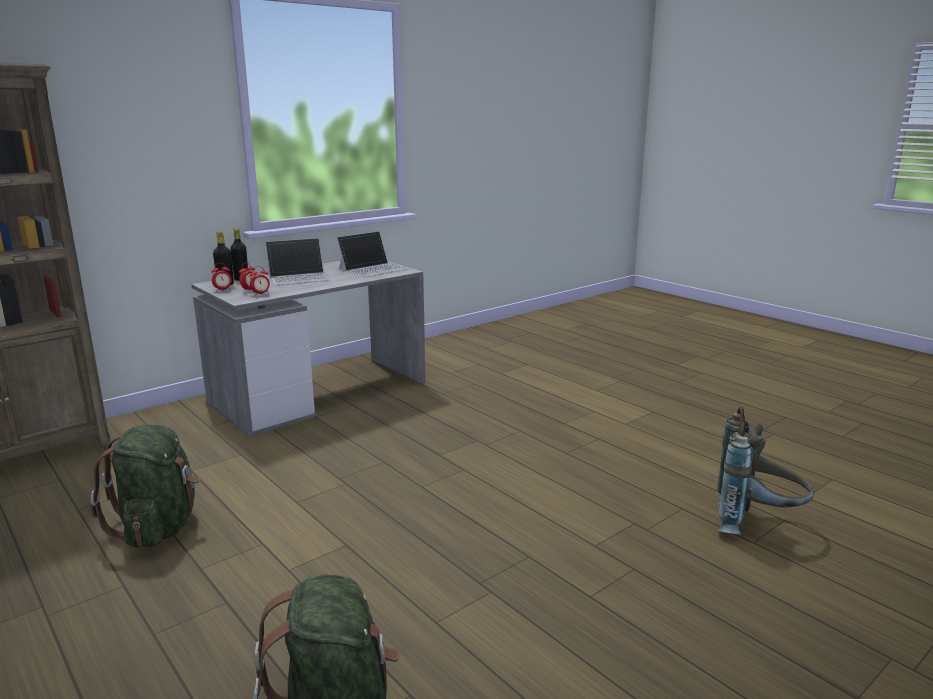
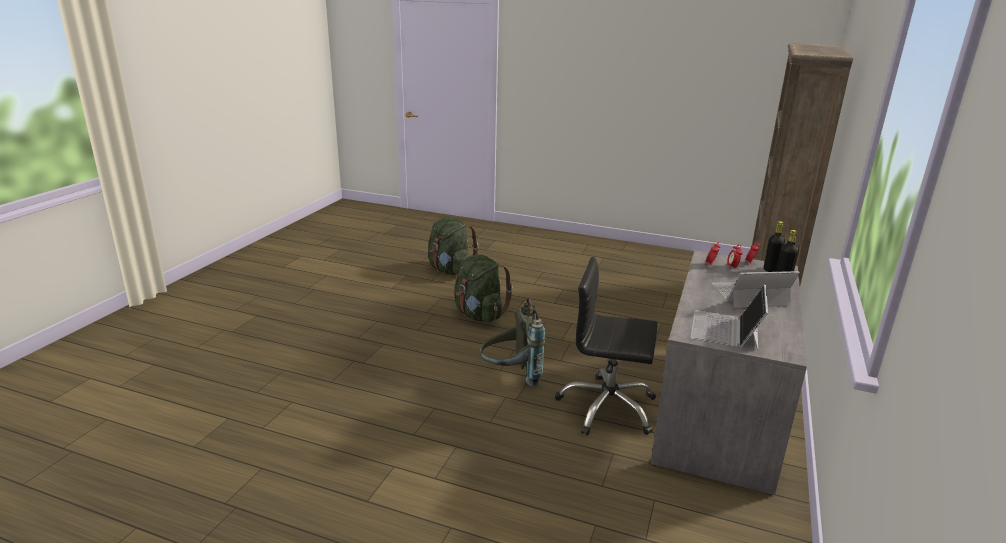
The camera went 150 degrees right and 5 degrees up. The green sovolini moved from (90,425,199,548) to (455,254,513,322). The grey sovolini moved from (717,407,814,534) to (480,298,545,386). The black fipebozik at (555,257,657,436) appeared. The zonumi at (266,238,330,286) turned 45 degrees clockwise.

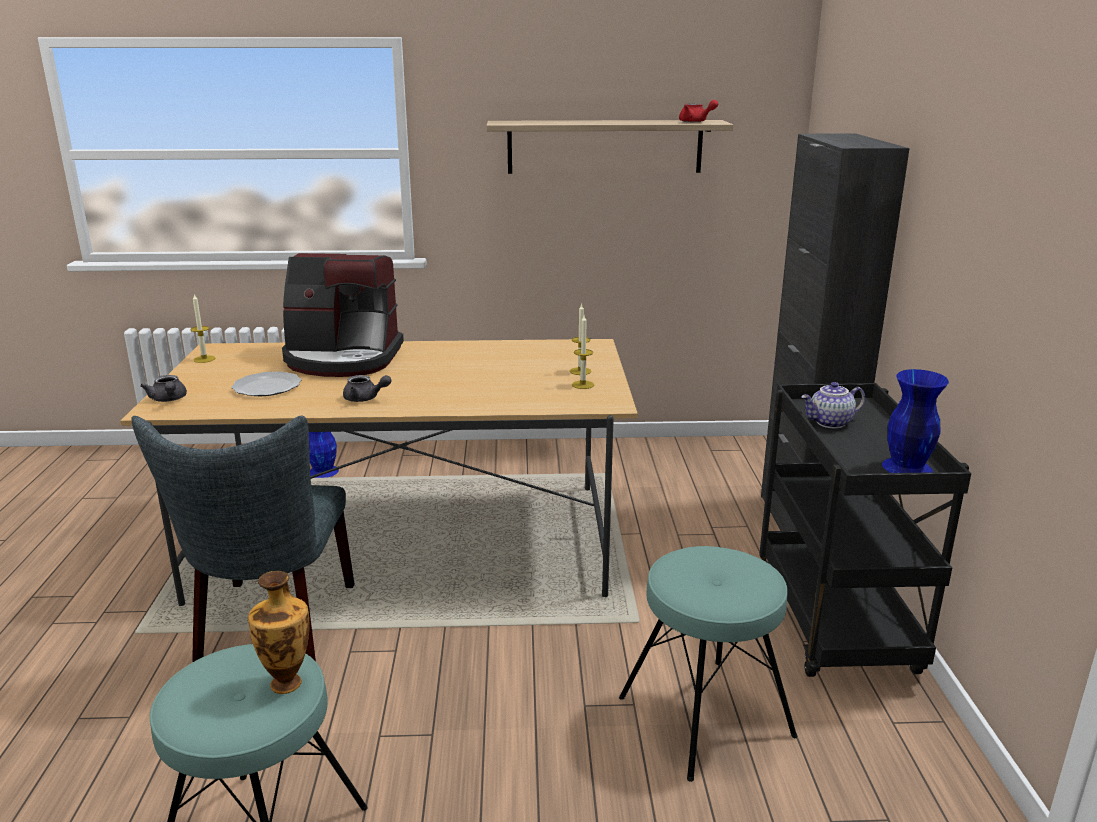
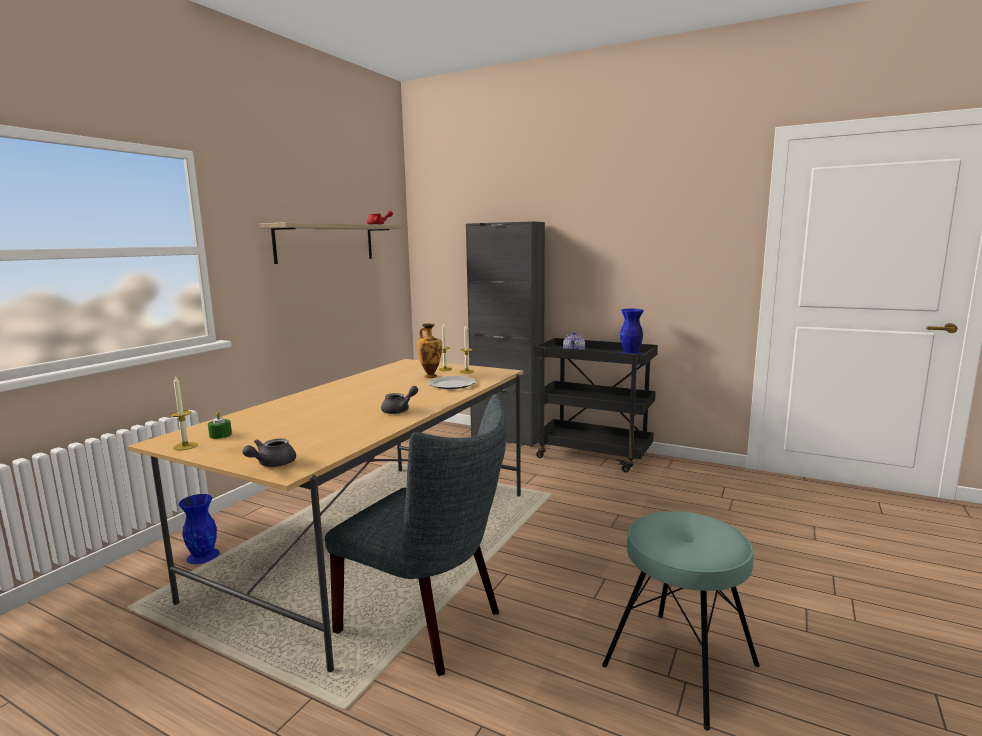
The camera went 60 degrees left and 10 degrees down. The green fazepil at (208,412,232,439) appeared. The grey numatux at (140,375,187,402) turned 120 degrees clockwise. The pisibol moved from (248,571,310,694) to (417,323,442,378). The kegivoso moved from (231,371,301,396) to (429,376,476,389). The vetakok at (282,253,404,377) disappeared. The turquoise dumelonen at (619,546,797,782) disappeared.

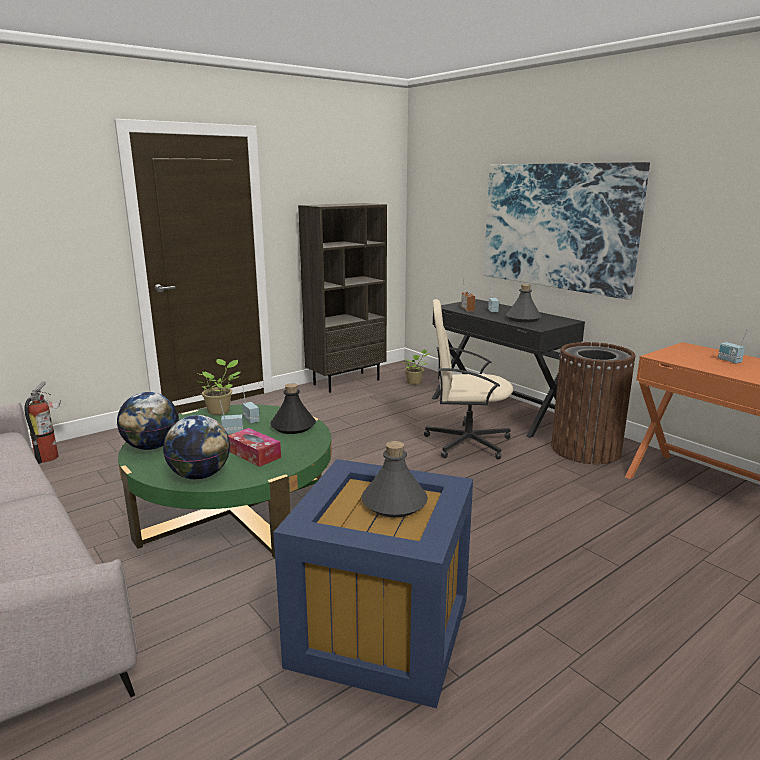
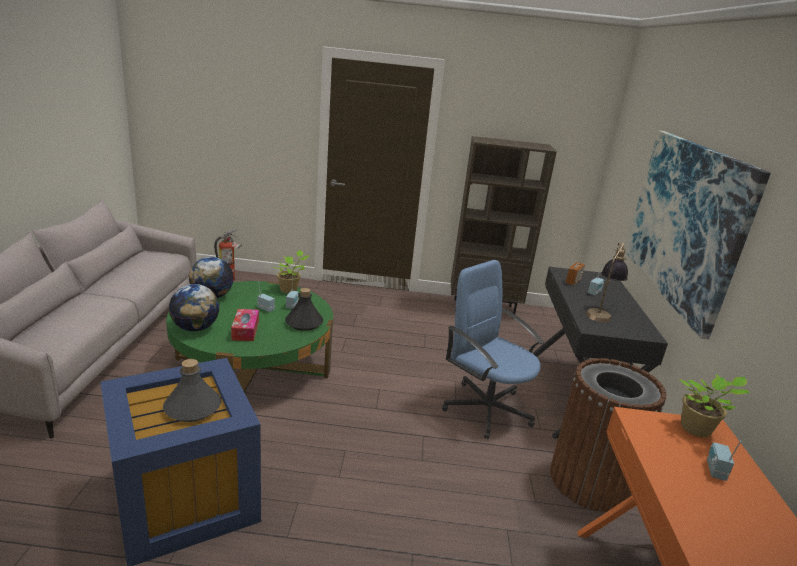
The camera went 40 degrees right and 5 degrees up. The beige fipebozik at (424,299,513,459) became the blue fipebozik at (442,260,544,439). The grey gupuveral at (506,284,542,322) was replaced by the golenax at (586,243,628,322). The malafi moved from (402,349,430,385) to (679,374,750,437).

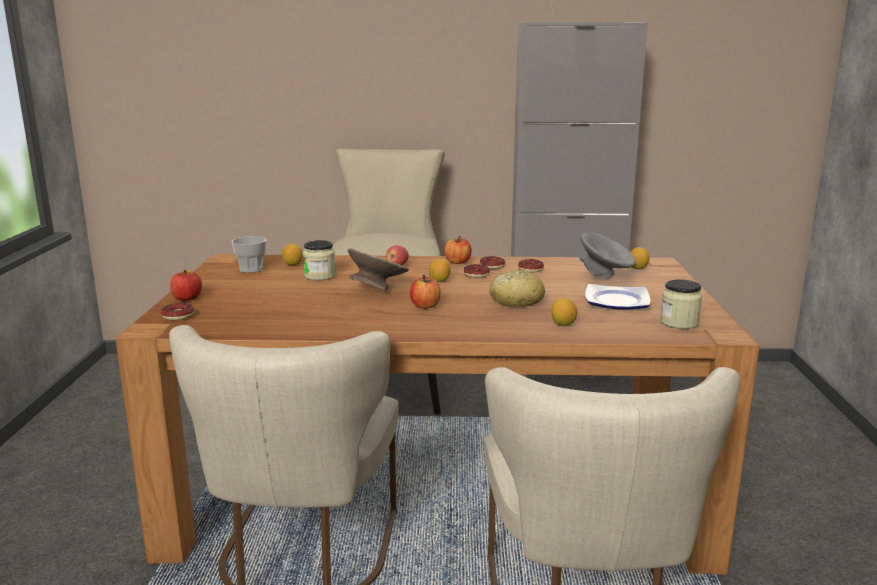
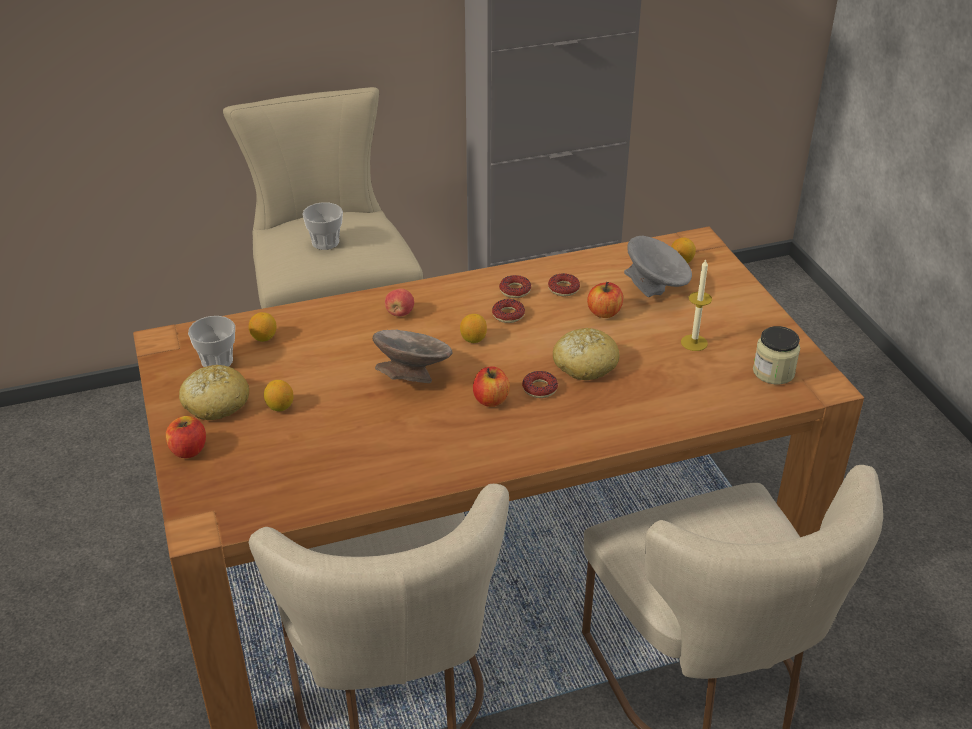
The camera went 20 degrees left and 20 degrees up. The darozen at (179,365,249,420) appeared. The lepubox moved from (551,298,577,326) to (264,380,293,411). The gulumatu at (302,202,343,250) appeared. The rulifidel moved from (161,303,194,320) to (522,371,558,398). The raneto moved from (444,236,472,264) to (587,282,623,318). The kegivoso at (585,284,651,310) was replaced by the fazepil at (681,259,712,351). The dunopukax at (303,240,336,280) disappeared.

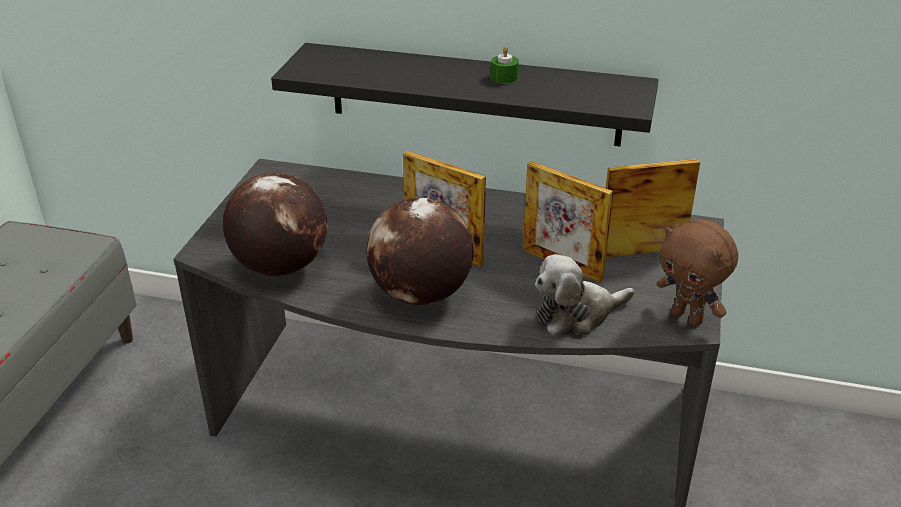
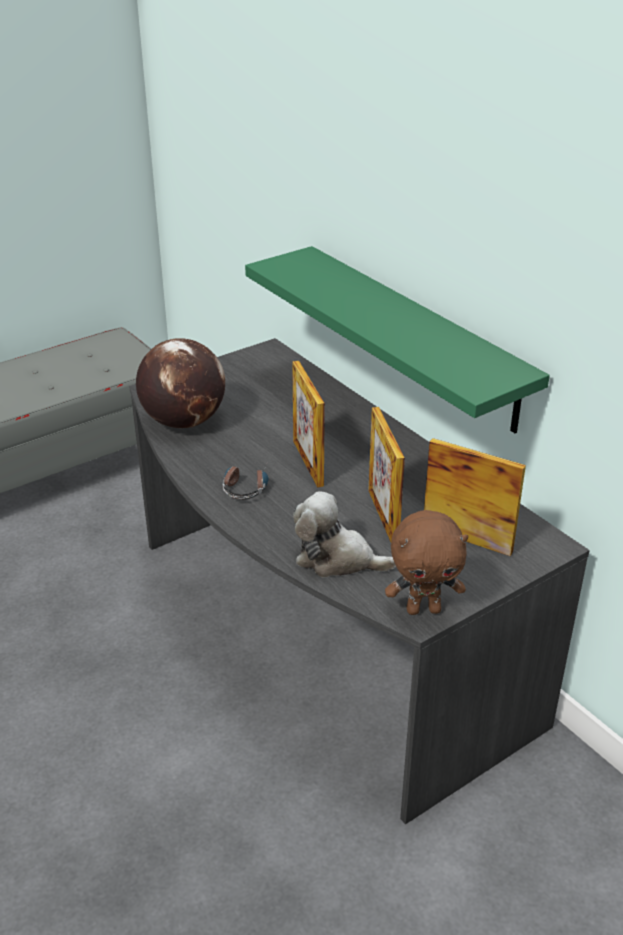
The camera went 40 degrees right and 0 degrees up. The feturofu at (367,197,473,305) was replaced by the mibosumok at (222,466,269,500). The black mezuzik at (271,43,659,146) became the green mezuzik at (245,246,550,433). The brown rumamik at (657,219,738,326) turned 90 degrees counterclockwise. The green fazepil at (491,46,519,83) disappeared.

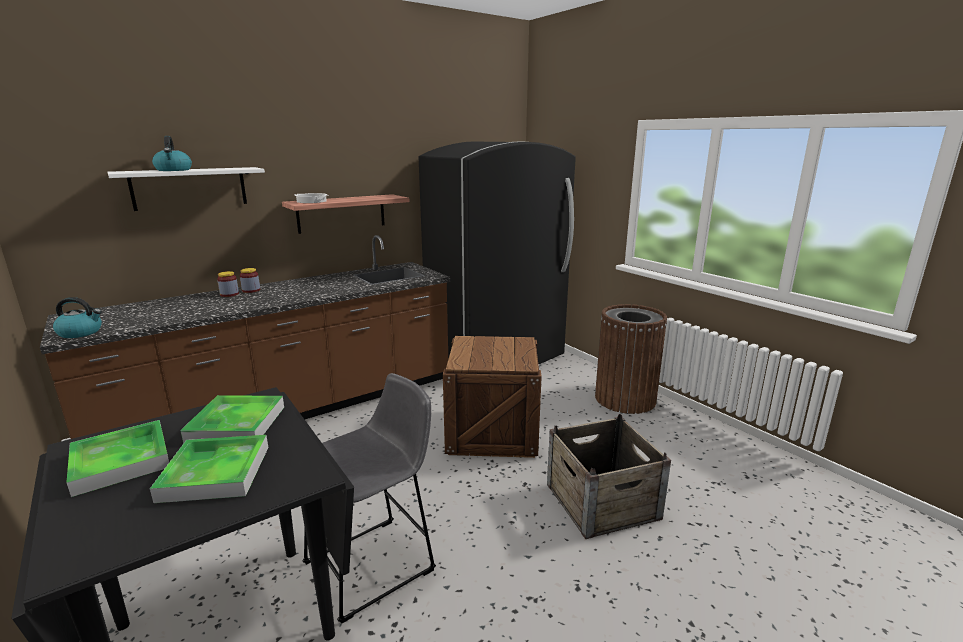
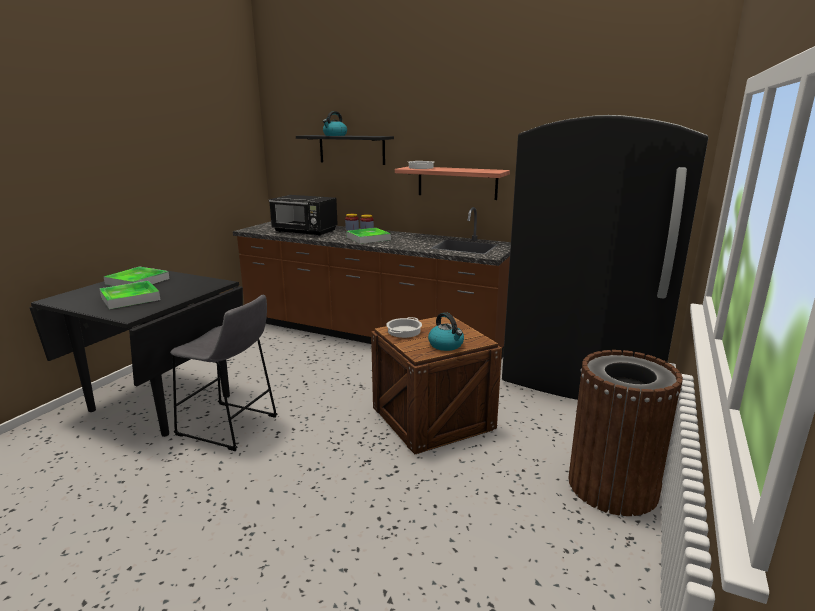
The camera went 60 degrees right and 0 degrees up. The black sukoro at (269,195,338,236) appeared. The white mezuzik at (108,167,265,211) became the black mezuzik at (296,135,394,165). The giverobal moved from (180,395,284,443) to (346,228,391,244). The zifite at (386,317,422,338) appeared. The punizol moved from (53,297,102,338) to (428,312,464,351). The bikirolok at (547,414,671,539) disappeared.

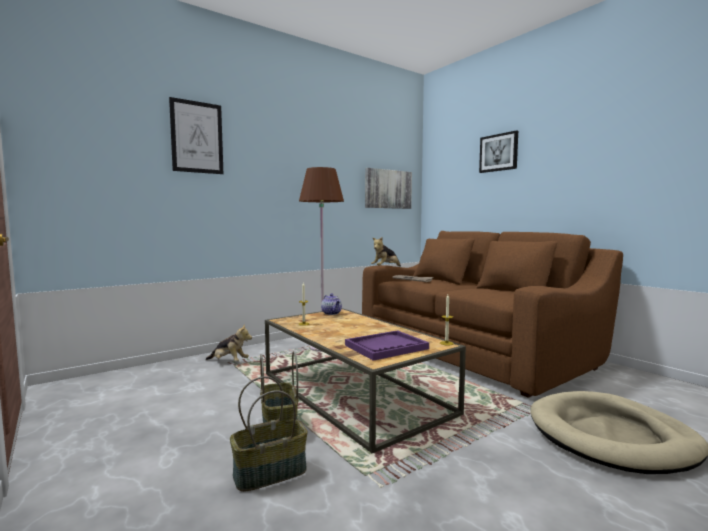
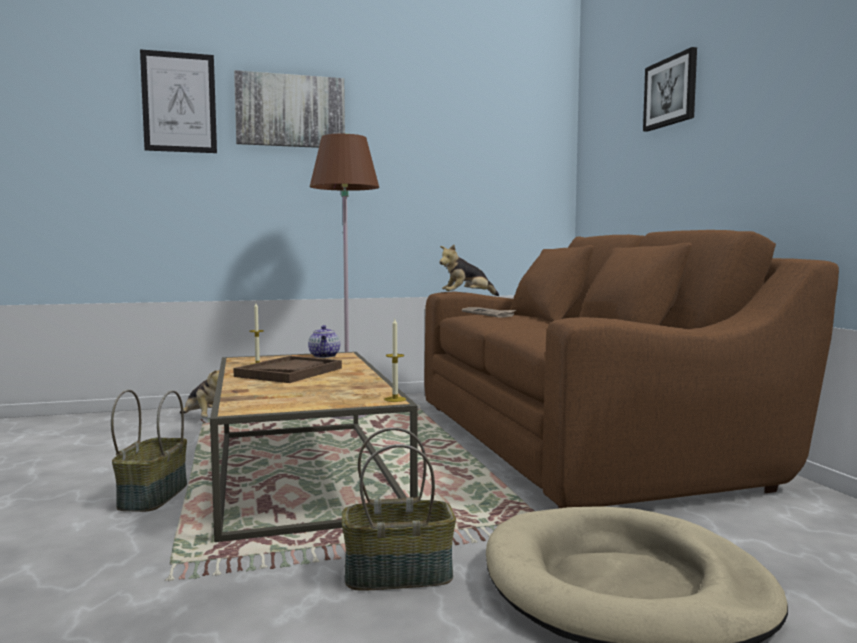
The camera went 20 degrees right and 0 degrees up. The brown giverobal at (233,356,342,383) appeared. The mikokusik moved from (365,168,412,209) to (234,70,345,148). The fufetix moved from (230,376,308,492) to (342,427,456,591). The purple giverobal at (345,330,429,361) disappeared.

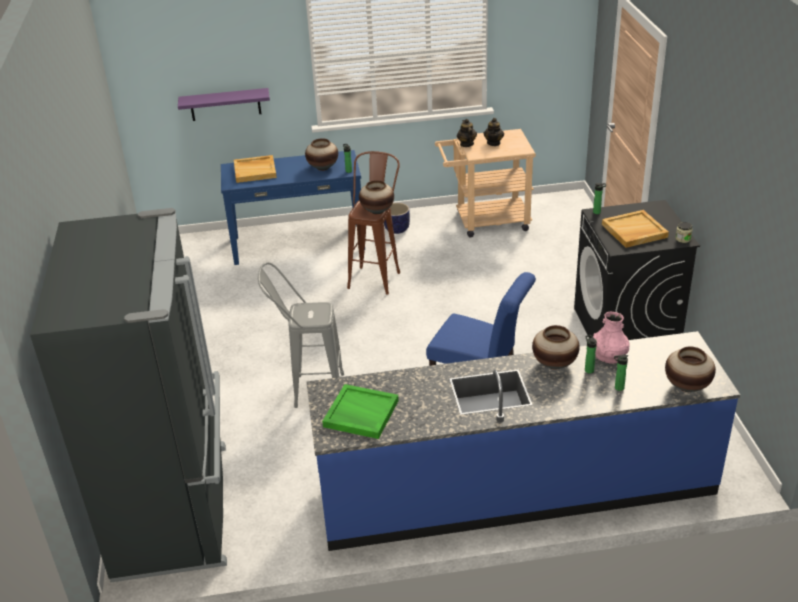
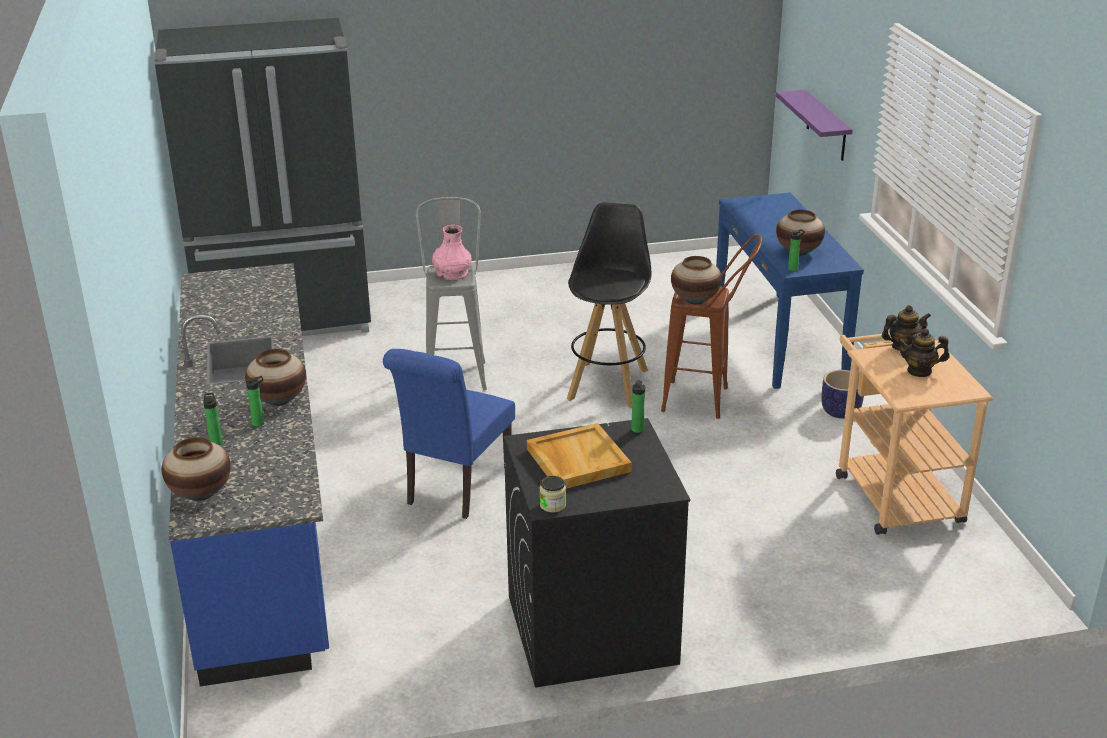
The camera went 85 degrees right and 5 degrees down. The pink pisibol moved from (593,312,629,363) to (432,225,472,280). The black dumelonen at (567,202,651,408) appeared. The beige giverobal at (234,155,277,183) disappeared. The green giverobal at (322,384,399,439) disappeared.

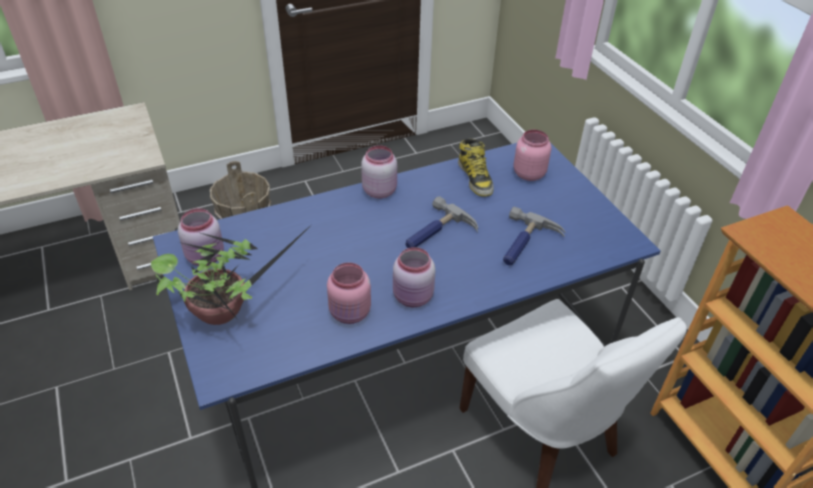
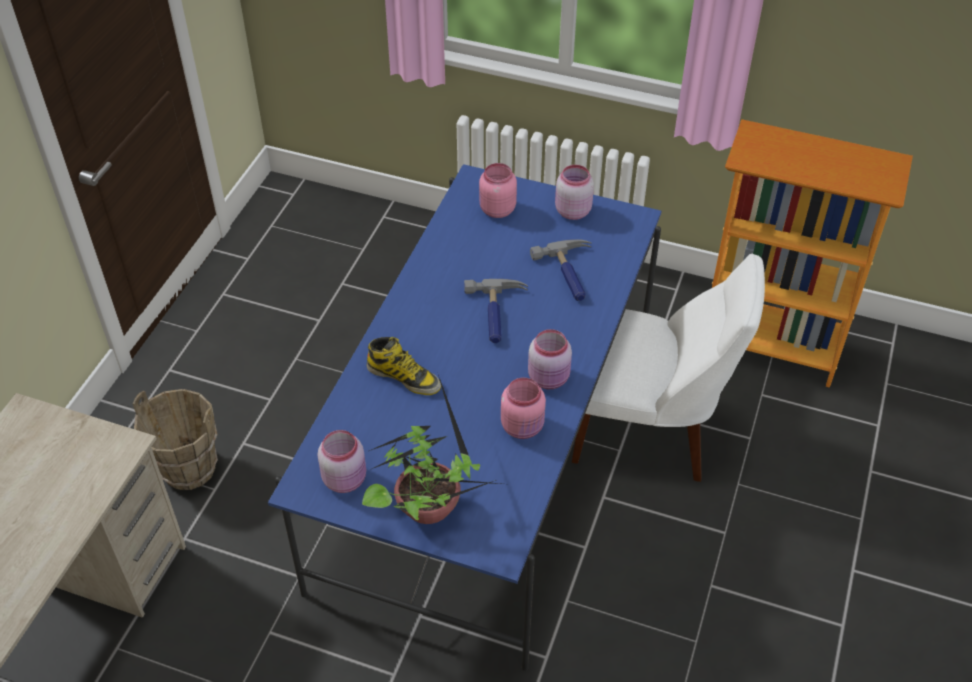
The camera went 45 degrees left and 5 degrees up. The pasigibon moved from (458,139,494,197) to (367,337,441,395). The pink dunopukax moved from (361,145,397,198) to (555,165,594,220).

